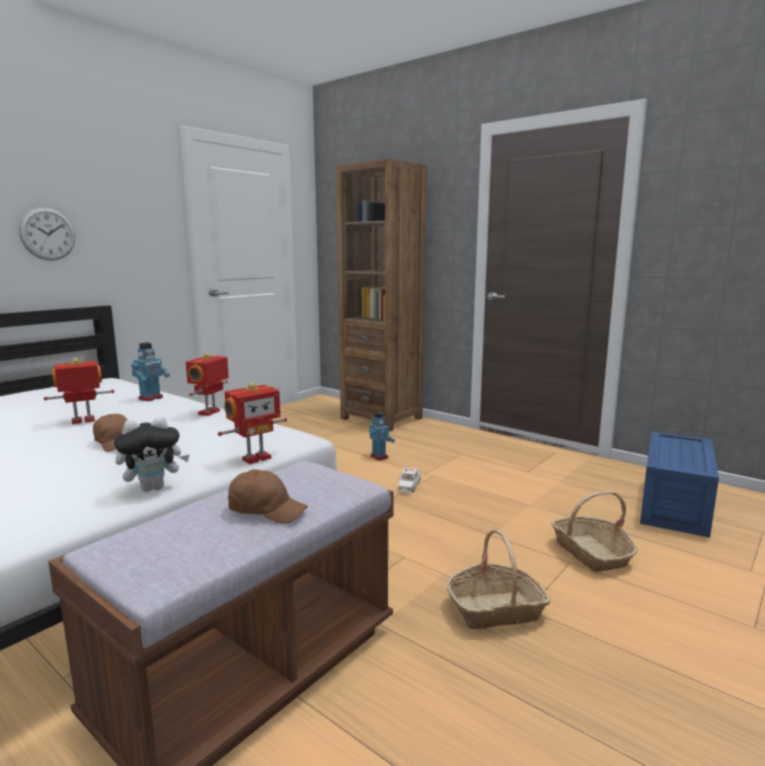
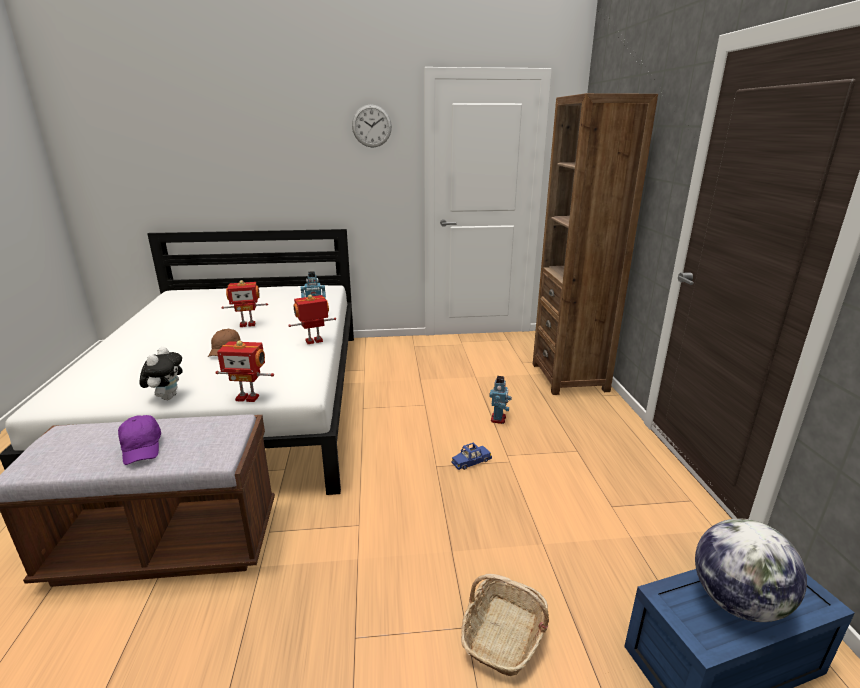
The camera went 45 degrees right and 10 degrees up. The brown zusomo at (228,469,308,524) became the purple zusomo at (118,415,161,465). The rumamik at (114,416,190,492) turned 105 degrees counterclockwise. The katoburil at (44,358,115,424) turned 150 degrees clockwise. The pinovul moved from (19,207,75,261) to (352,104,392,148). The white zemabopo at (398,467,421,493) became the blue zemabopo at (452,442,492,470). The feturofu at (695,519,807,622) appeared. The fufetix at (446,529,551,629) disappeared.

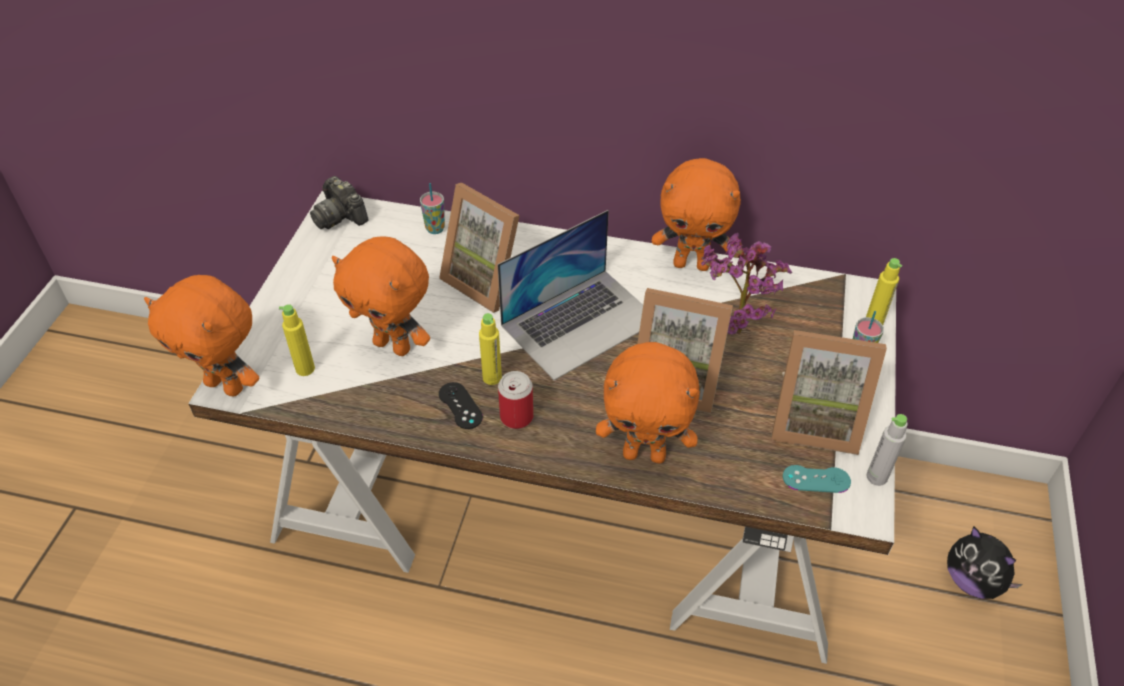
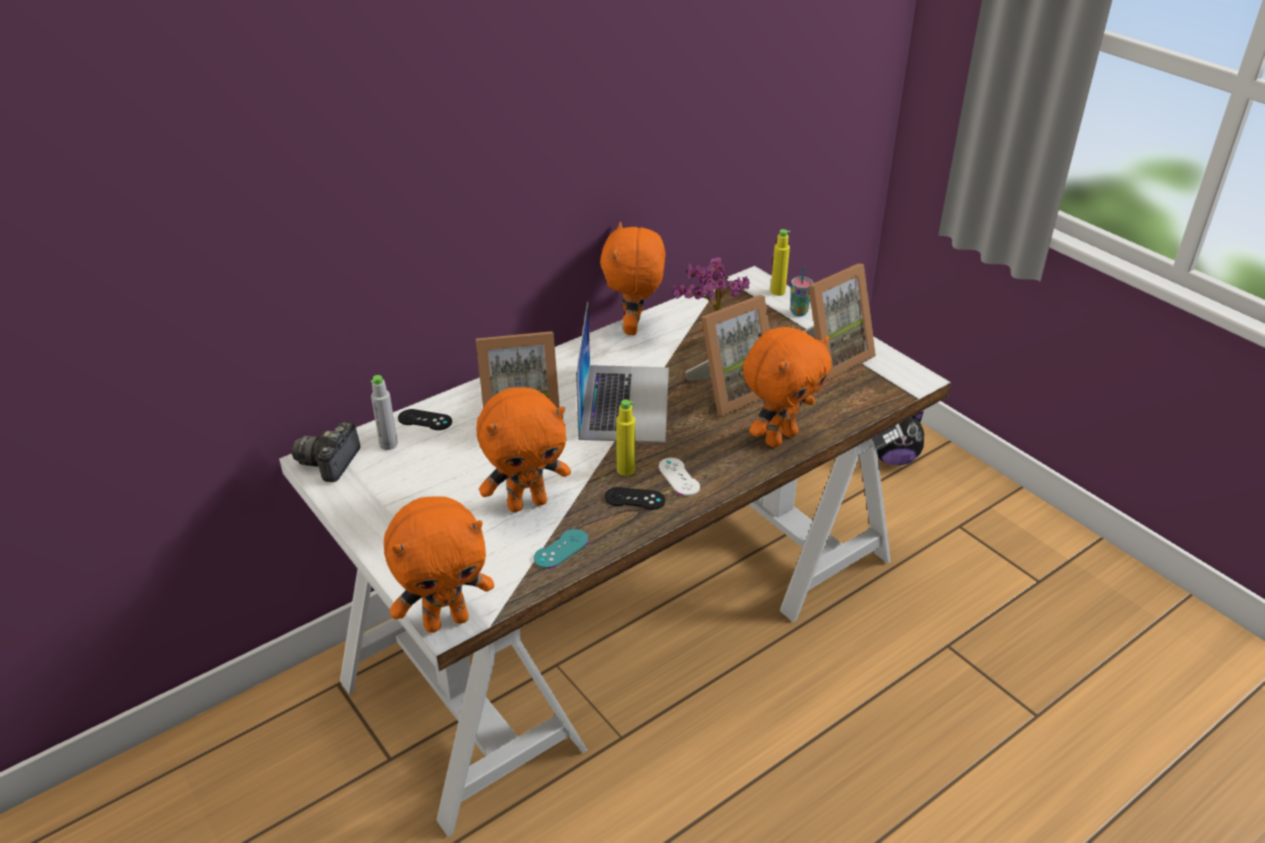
The camera went 50 degrees left and 10 degrees down. The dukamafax at (310,176,369,229) turned 105 degrees clockwise. The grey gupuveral moved from (867,414,908,486) to (371,375,398,450). The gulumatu at (420,183,445,234) was replaced by the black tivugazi at (398,409,452,430). The turquoise tivugazi moved from (783,465,851,493) to (534,529,589,569). The orange rumamik at (652,158,741,271) turned 135 degrees clockwise. The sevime at (498,371,533,429) was replaced by the white tivugazi at (659,458,700,496). The yellow gupuveral at (279,304,315,376) disappeared.

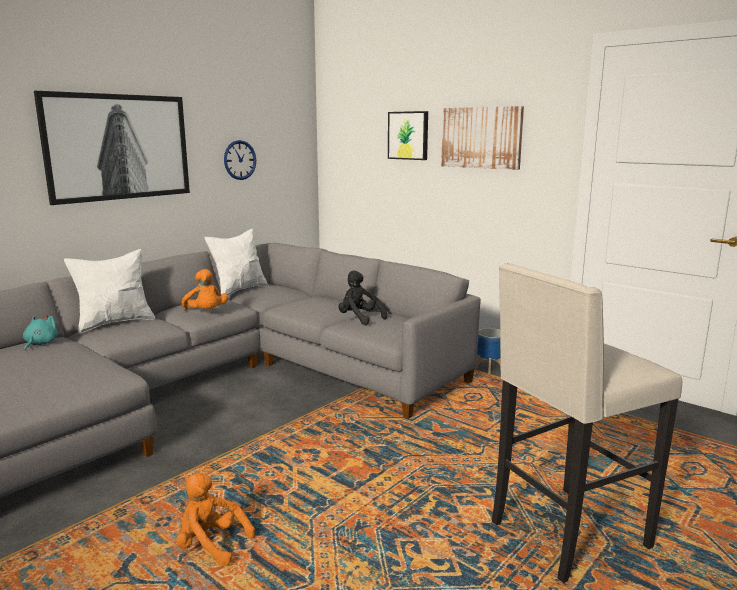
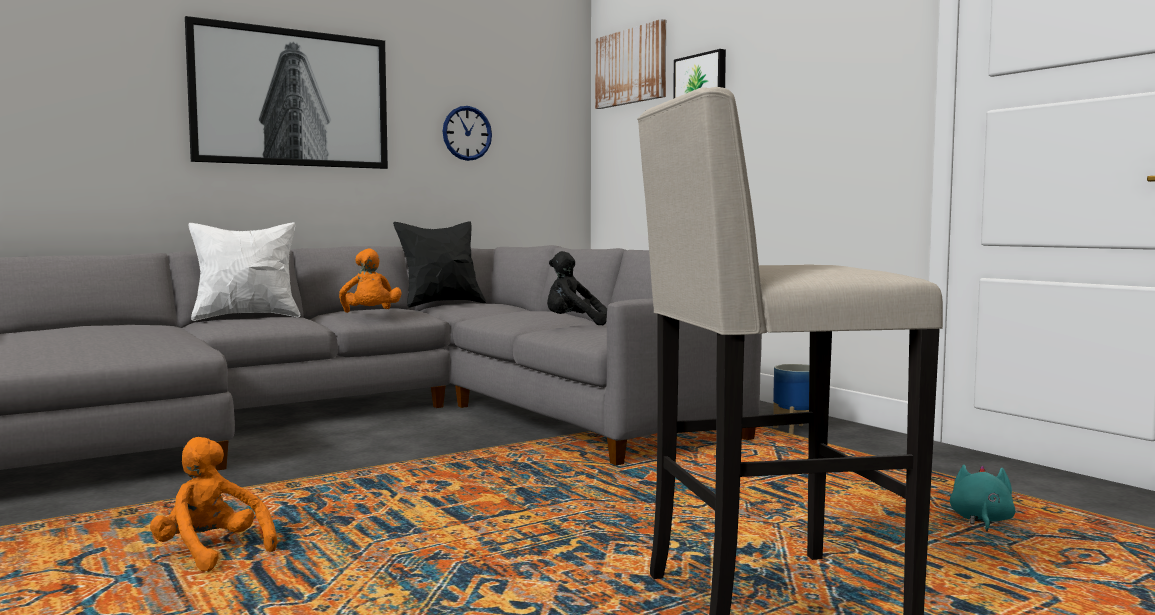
The camera went 15 degrees right and 10 degrees down. The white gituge at (204,229,269,295) became the black gituge at (393,221,486,308). The black rumamik at (338,270,387,325) turned 45 degrees counterclockwise. The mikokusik moved from (441,106,524,170) to (595,19,666,109). The turquoise rumamik moved from (23,315,58,350) to (950,465,1016,532).

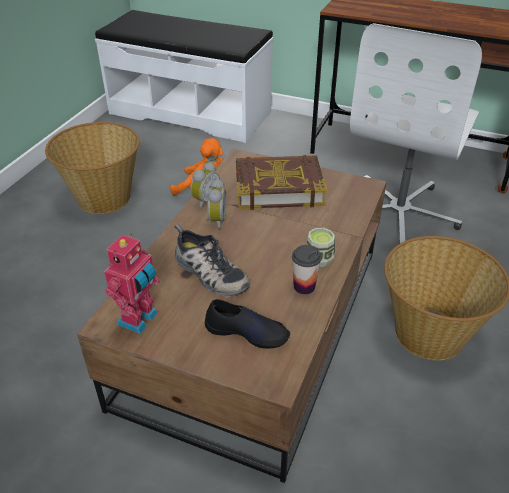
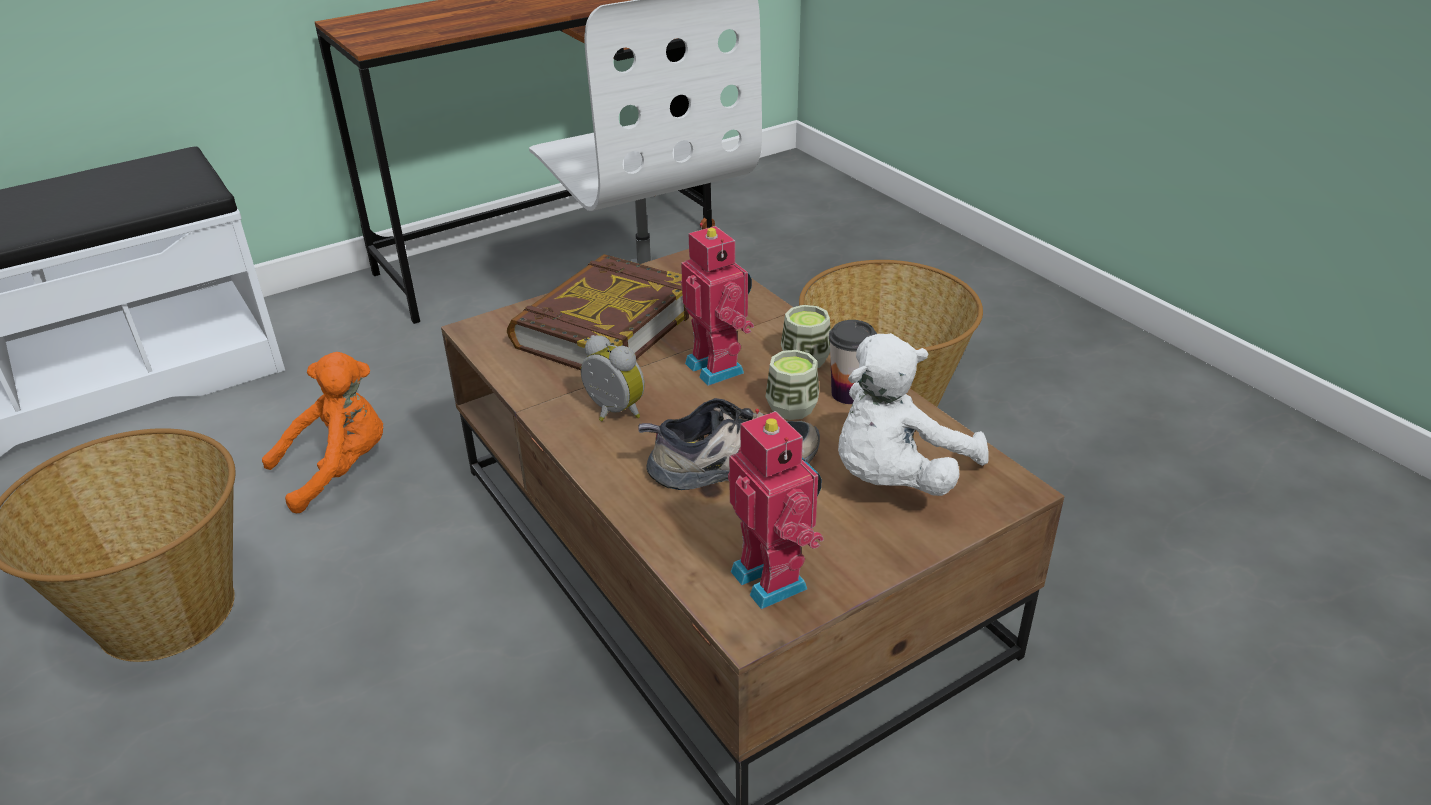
The camera went 55 degrees left and 5 degrees down. The katoburil at (681,223,754,386) appeared. The gulumatu at (765,350,819,420) appeared. The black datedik at (205,299,290,349) was replaced by the white rumamik at (838,333,989,496). The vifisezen at (190,162,220,209) disappeared.

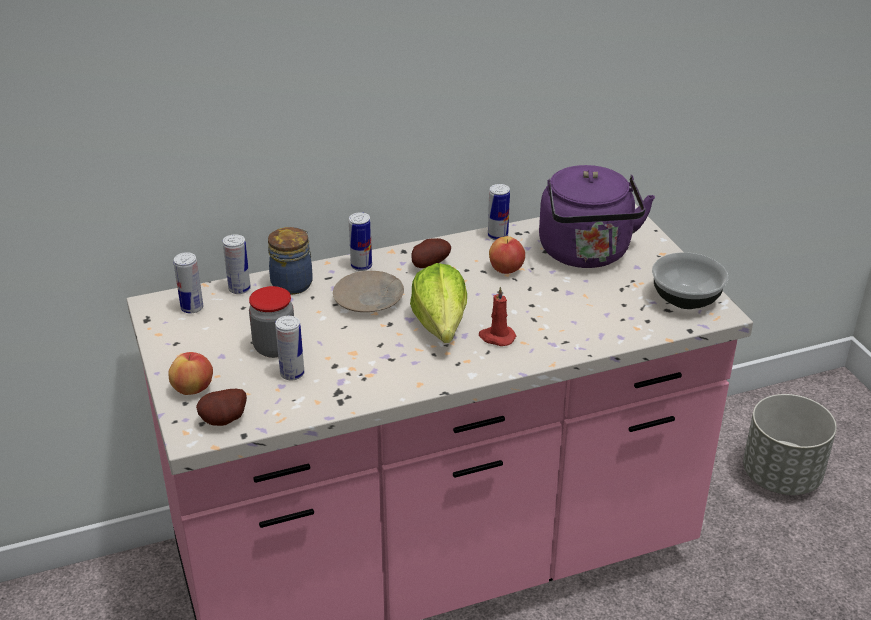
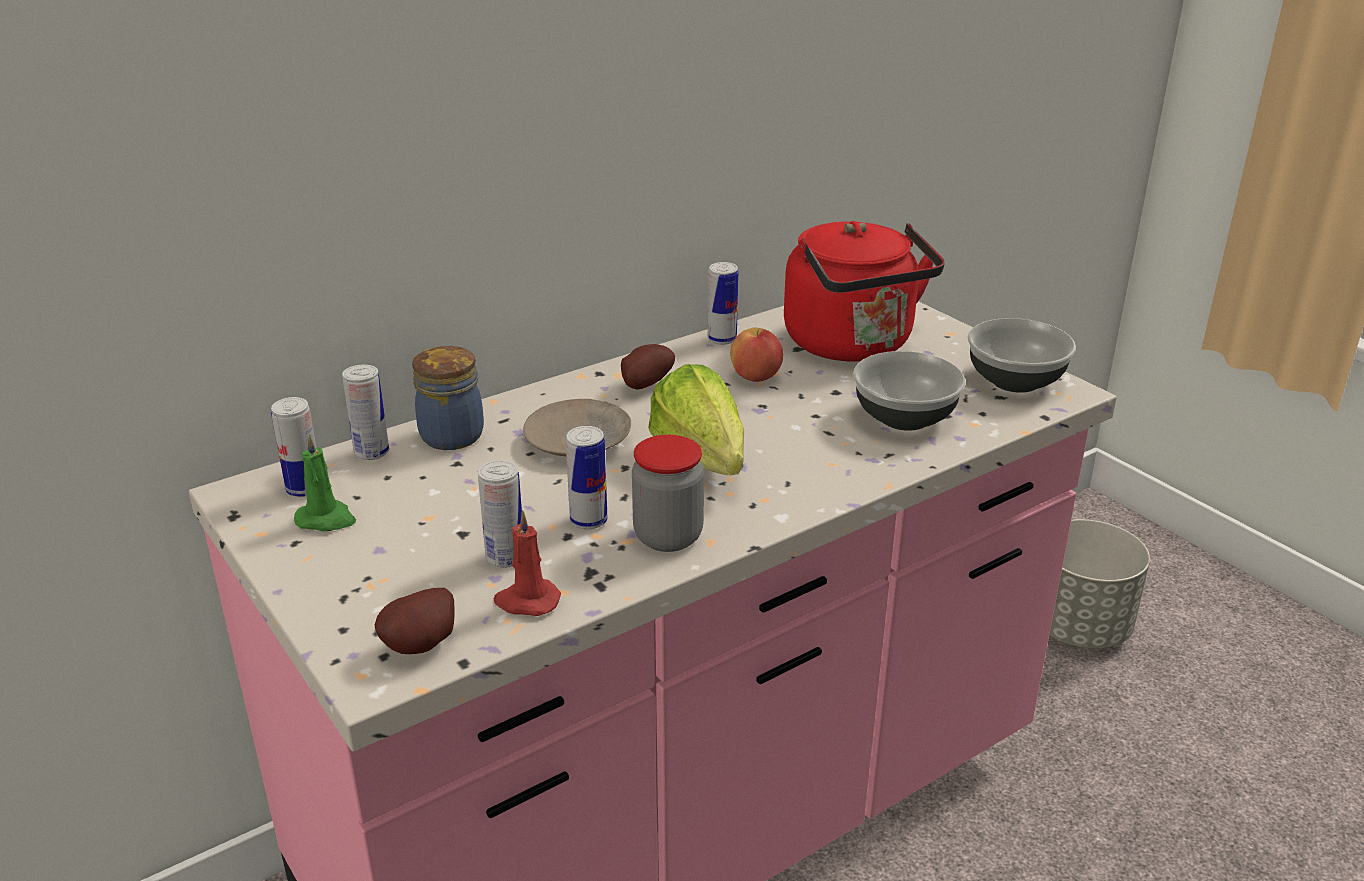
The camera went 15 degrees left and 5 degrees down. The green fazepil at (294,433,356,531) appeared. The red fazepil moved from (479,287,516,346) to (494,510,561,616). The sevime moved from (349,212,372,271) to (566,426,607,529). The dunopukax moved from (249,286,294,358) to (632,435,704,552). The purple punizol at (539,165,655,268) became the red punizol at (784,221,945,361). The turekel at (853,351,966,431) appeared. The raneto at (168,352,213,395) disappeared.

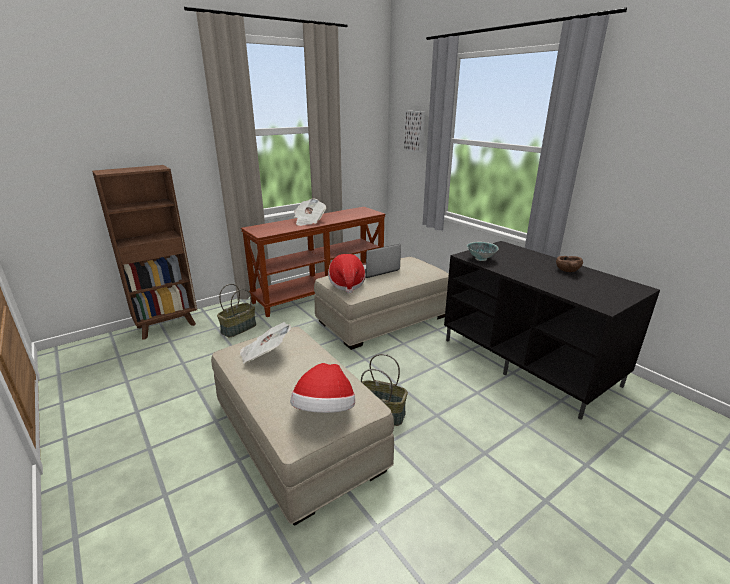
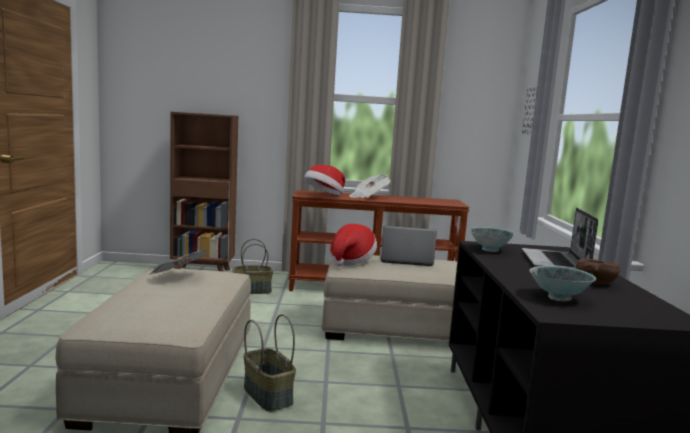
The camera went 35 degrees right and 15 degrees down. The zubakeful moved from (290,363,355,413) to (304,165,345,195). The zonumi at (522,208,598,269) appeared. The turekel at (530,266,596,301) appeared.

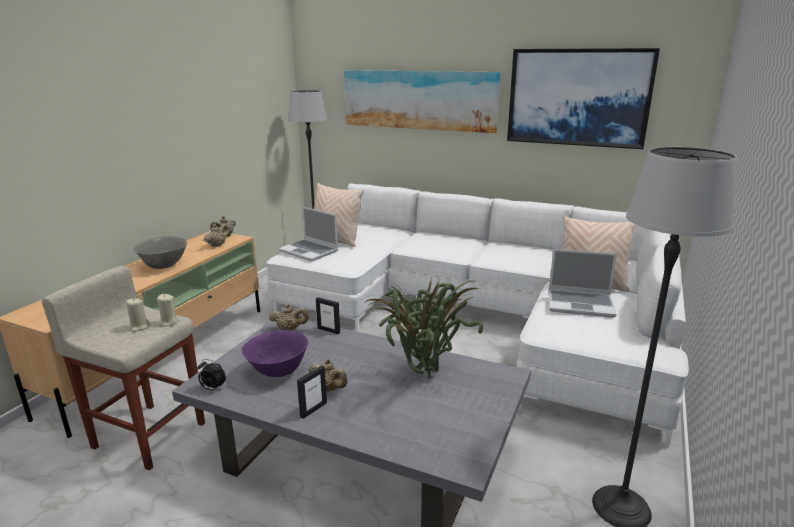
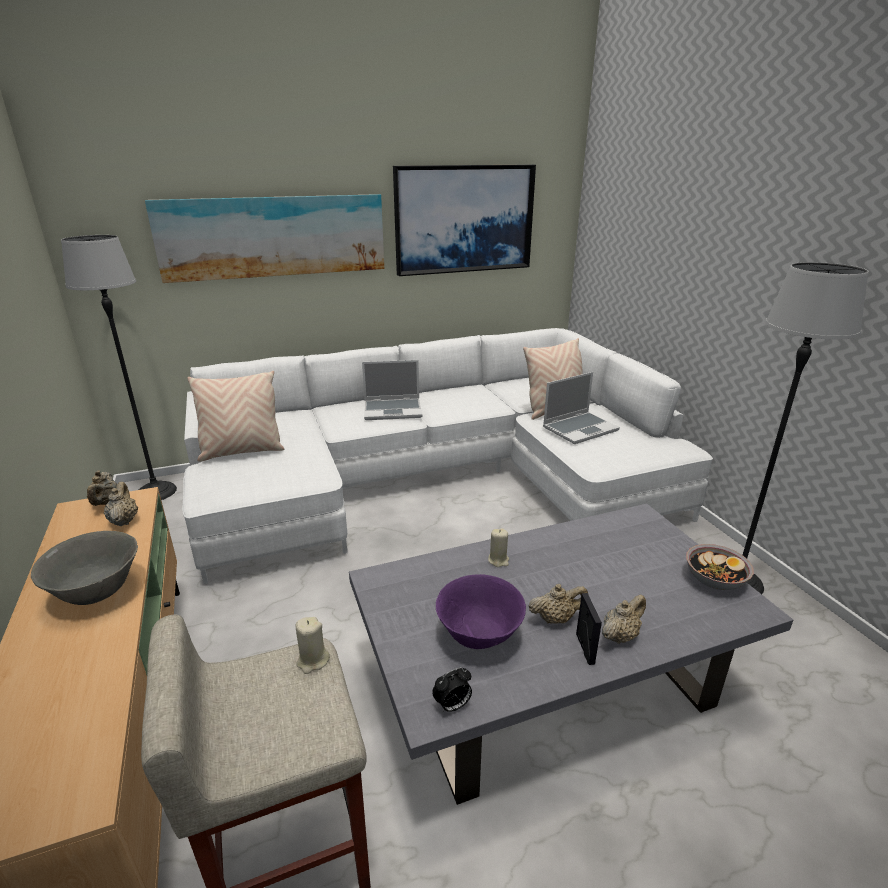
The camera went 45 degrees left and 5 degrees up. The zonumi moved from (279,206,338,262) to (362,360,422,420). The beige fazepil moved from (126,298,150,332) to (488,528,509,567). The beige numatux moved from (269,304,309,331) to (602,594,646,644). The turekel at (686,544,754,590) appeared. The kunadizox at (316,297,340,334) disappeared. The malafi at (363,275,483,378) disappeared.

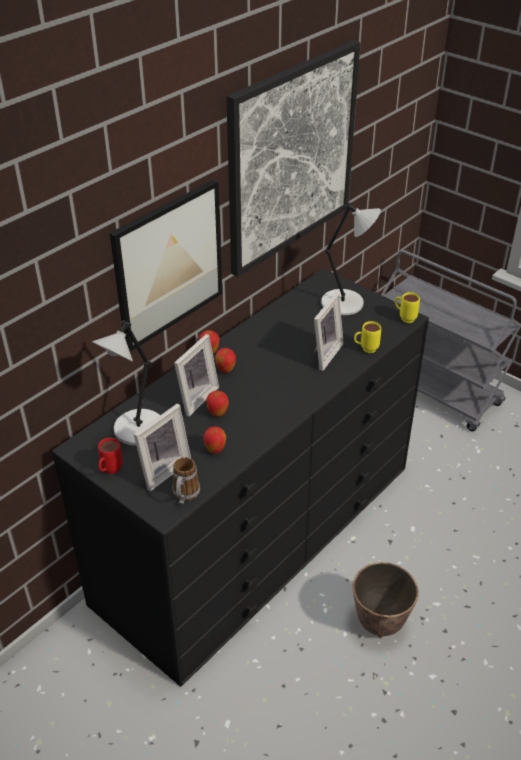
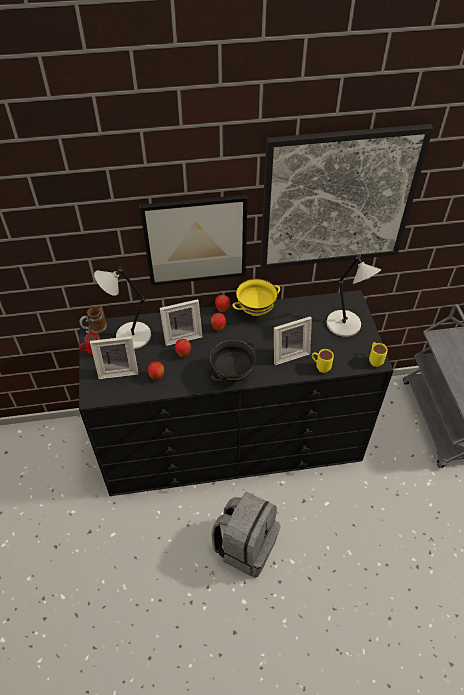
The camera went 40 degrees right and 10 degrees up. The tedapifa moved from (172,457,200,504) to (79,306,107,334). The black turekel at (210,340,256,382) appeared. The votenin at (353,562,419,638) was replaced by the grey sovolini at (211,492,281,578). The yellow turekel at (232,278,280,316) appeared.

